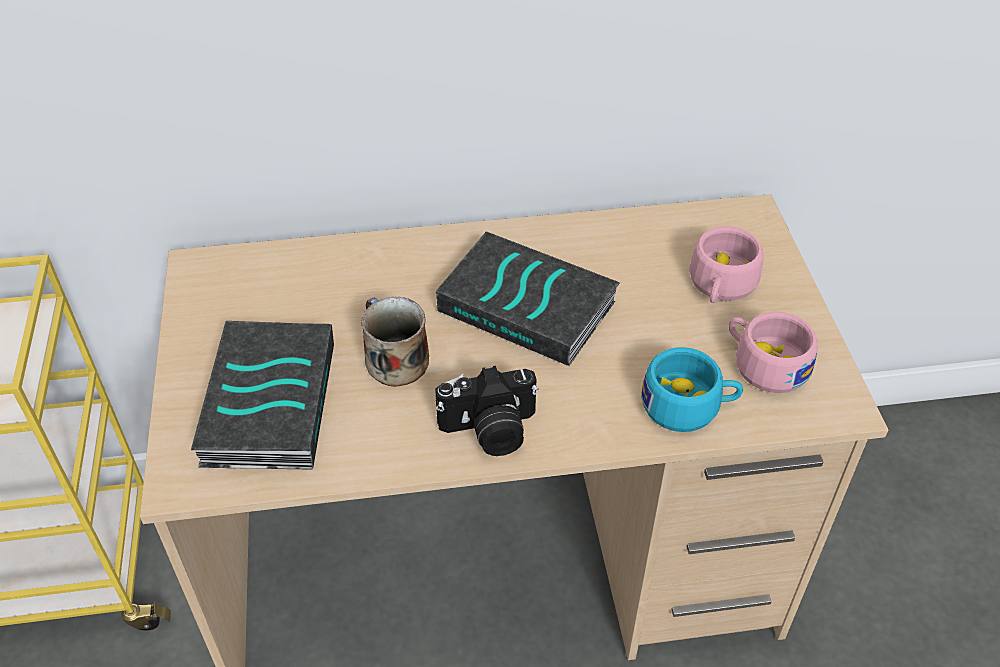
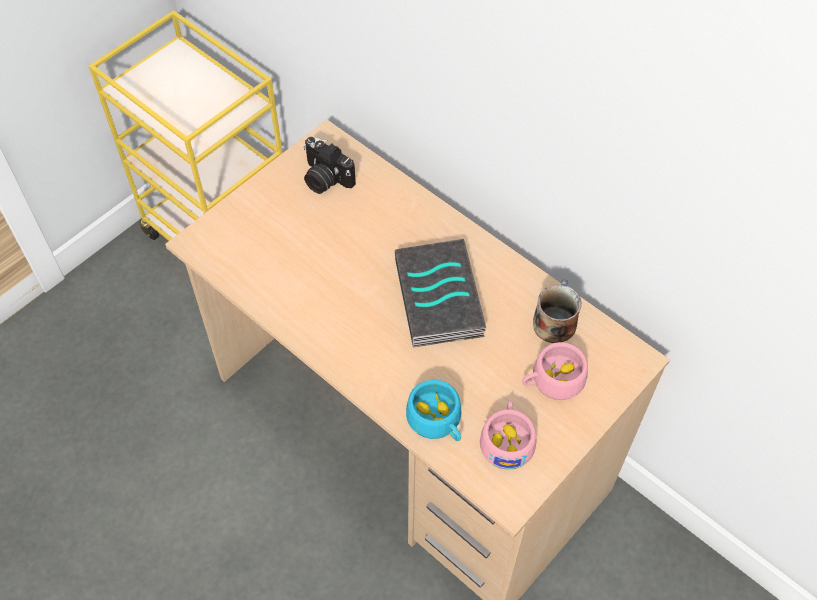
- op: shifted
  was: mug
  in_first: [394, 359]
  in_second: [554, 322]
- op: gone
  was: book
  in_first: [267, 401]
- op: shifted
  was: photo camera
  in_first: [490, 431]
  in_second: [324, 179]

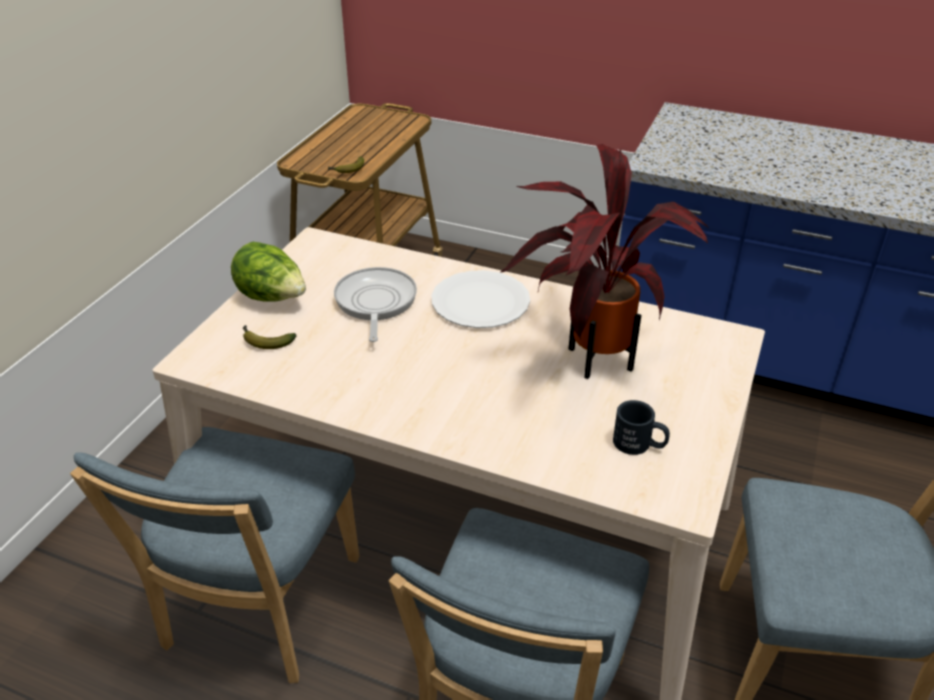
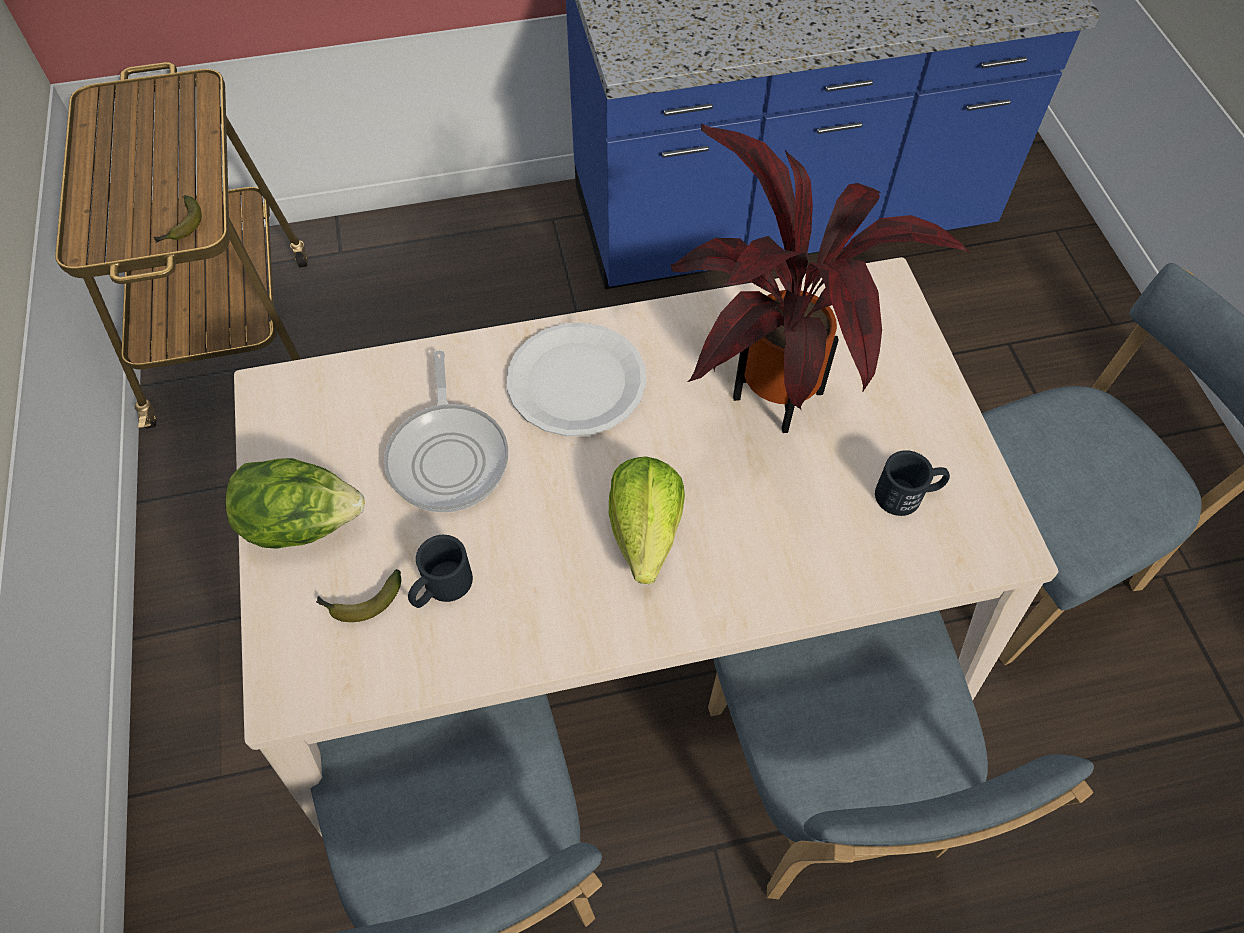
- op: rotated
  was: frying pan
  in_first: [375, 303]
  in_second: [449, 455]
  clockwise: -150
- op: new
  now: lettuce
  in_second: [645, 532]
- op: new
  now: black mug
  in_second: [440, 588]

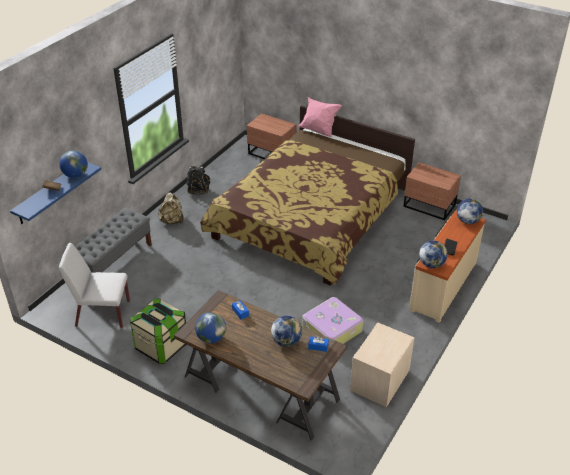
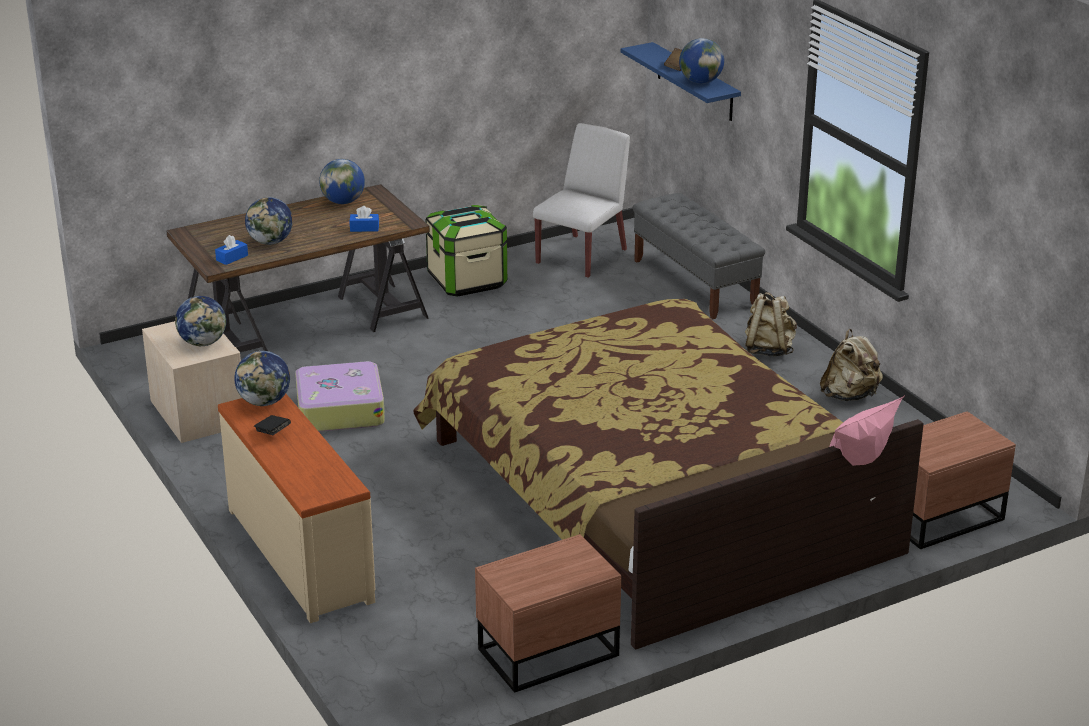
- op: repainted
  was: black backpack
  now: beige backpack
  in_first: [198, 190]
  in_second: [849, 396]
- op: shifted
  was: globe
  in_first: [467, 221]
  in_second: [203, 343]

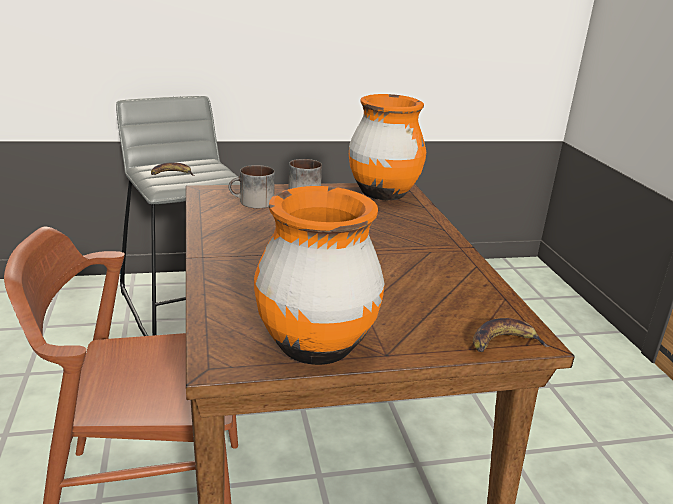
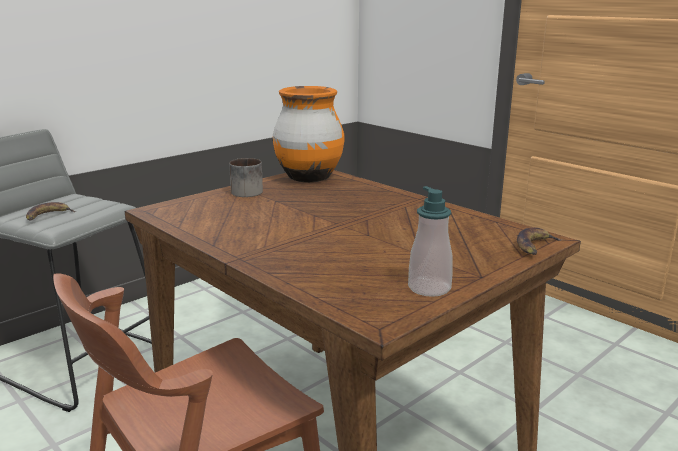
- op: gone
  was: mug
  in_first: [252, 203]
- op: swapped
  was: orange vase
  now: soap dispenser
  in_first: [315, 346]
  in_second: [429, 288]

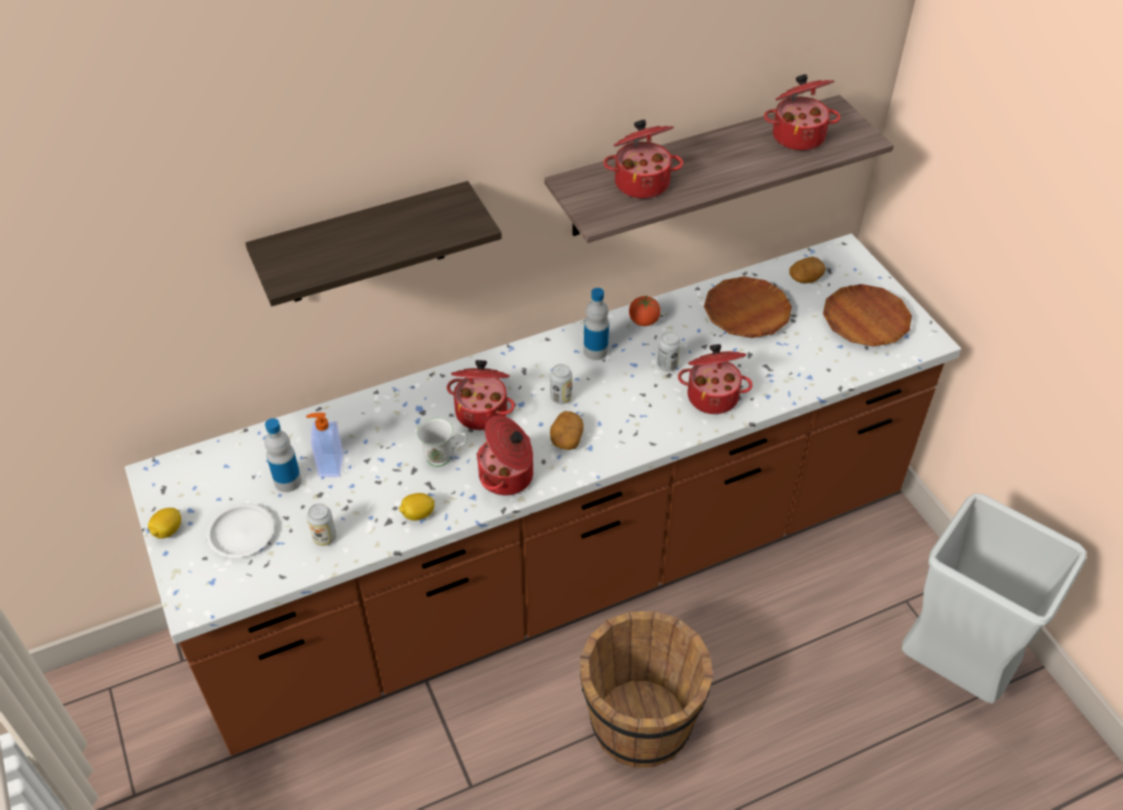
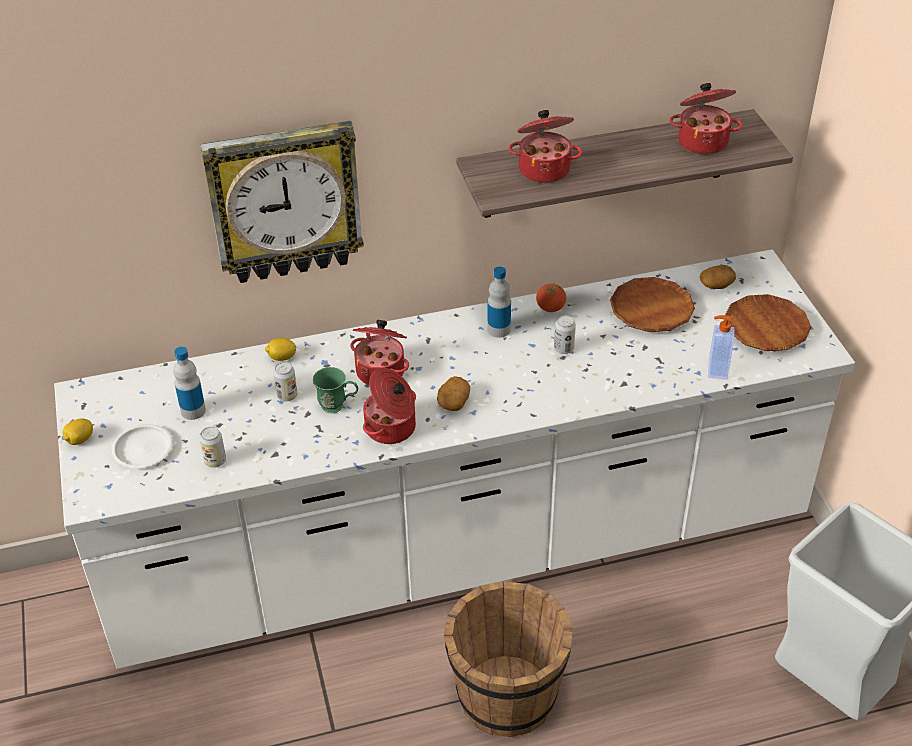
- op: swapped
  was: shelf
  now: wall clock
  in_first: [365, 245]
  in_second: [284, 202]
- op: repainted
  was: brown counter
  now: white counter
  in_first: [561, 570]
  in_second: [459, 549]
- op: gone
  was: cooking pot
  in_first: [713, 395]
- op: shifted
  was: can
  in_first: [561, 398]
  in_second: [287, 396]
- op: shifted
  was: soap dispenser
  in_first: [330, 465]
  in_second: [716, 370]
- op: repainted
  was: white mug
  now: green mug
  in_first: [445, 458]
  in_second: [338, 407]
- op: shifted
  was: lemon
  in_first: [418, 514]
  in_second: [282, 357]

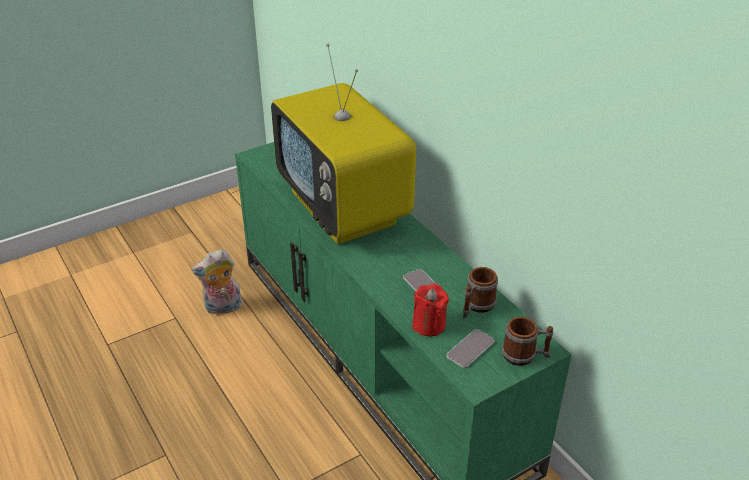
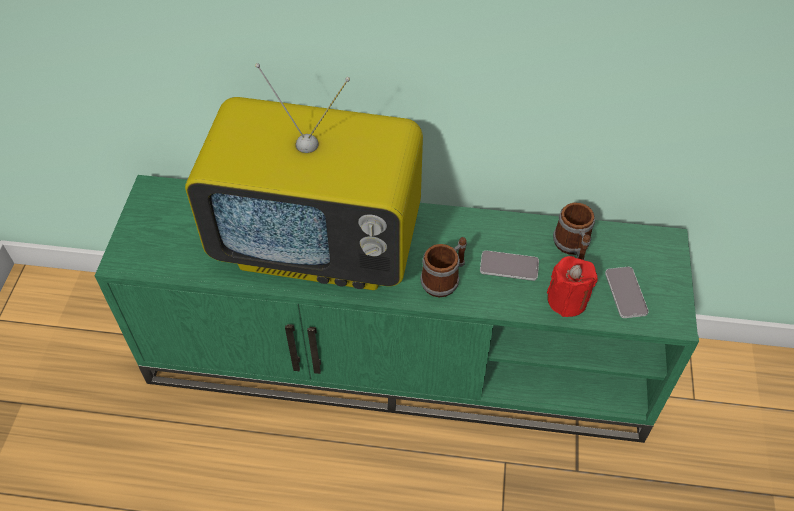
- op: gone
  was: plush toy
  in_first: [222, 308]
- op: shifted
  was: mug
  in_first: [525, 355]
  in_second: [444, 279]

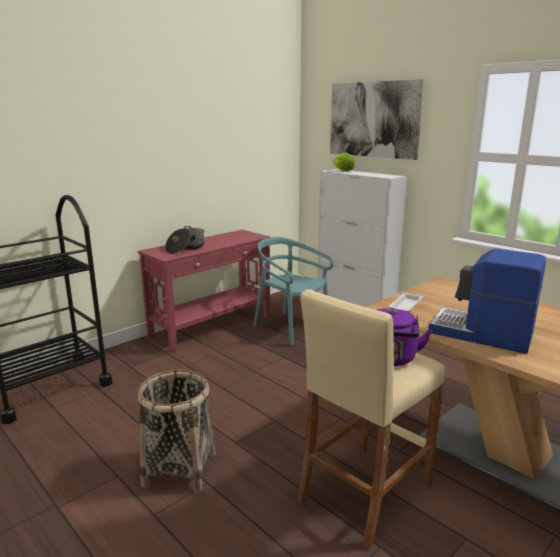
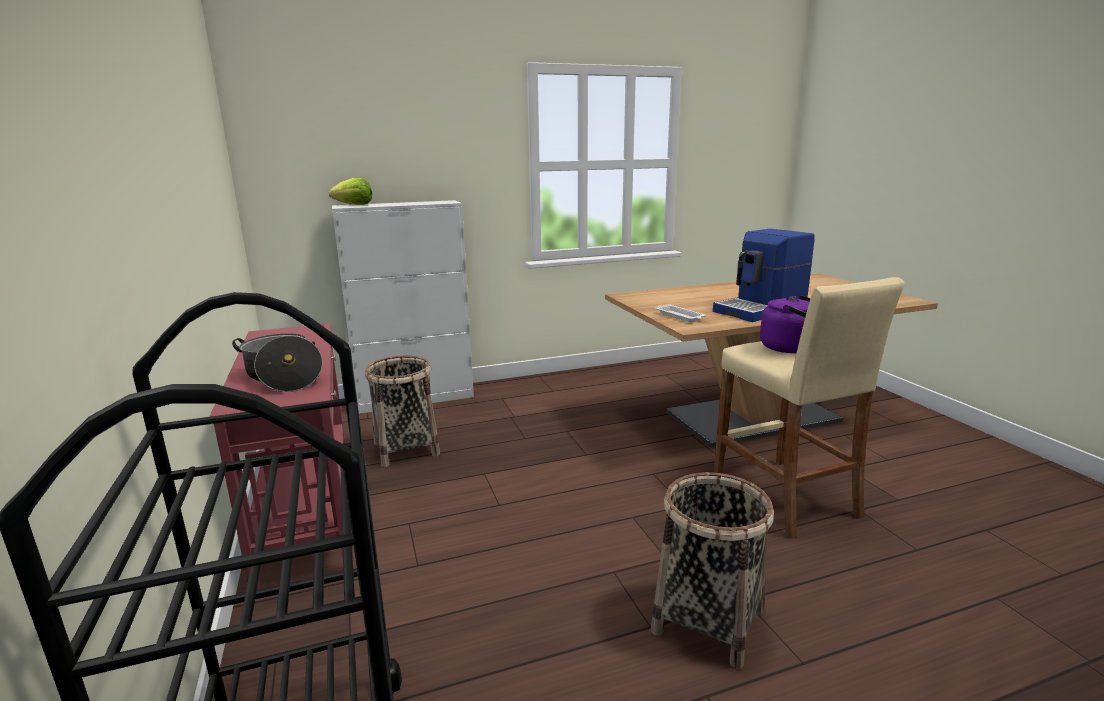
- op: gone
  was: picture
  in_first: [373, 119]
- op: swapped
  was: turquoise chair
  now: basket
  in_first: [291, 328]
  in_second: [406, 448]

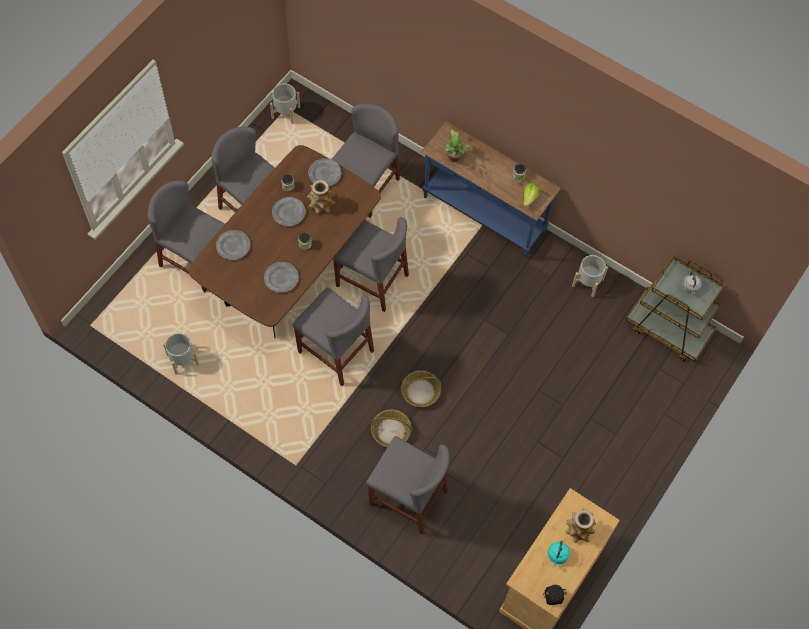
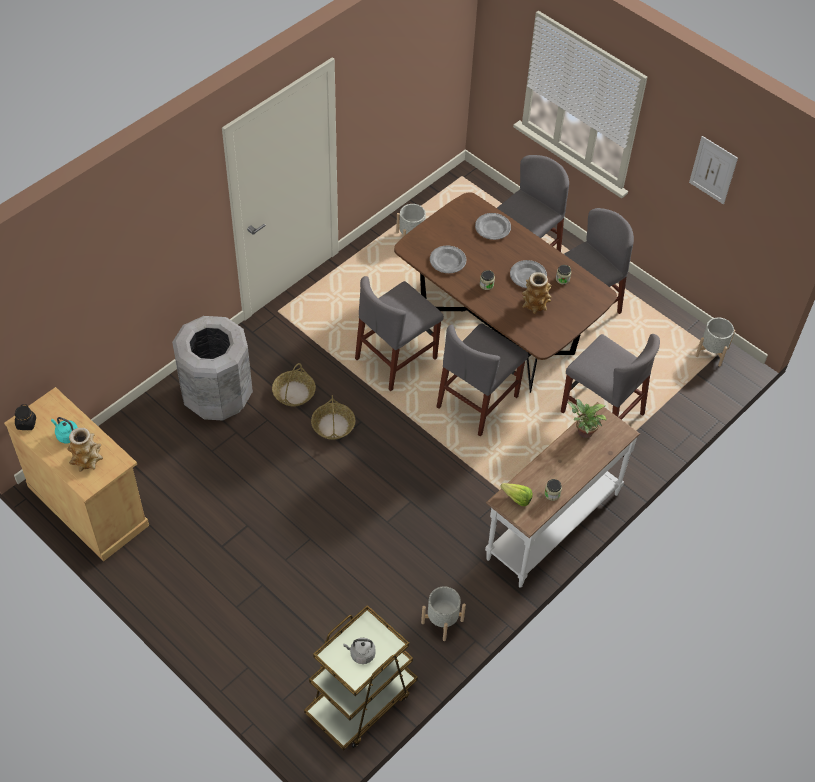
- op: repainted
  was: blue console table
  now: white console table
  in_first: [483, 216]
  in_second: [552, 525]
- op: gone
  was: grey plate
  in_first: [325, 174]
- op: swapped
  was: grey chair
  now: grey trash can
  in_first: [408, 497]
  in_second: [217, 396]
- op: new
  now: picture
  in_second: [713, 170]

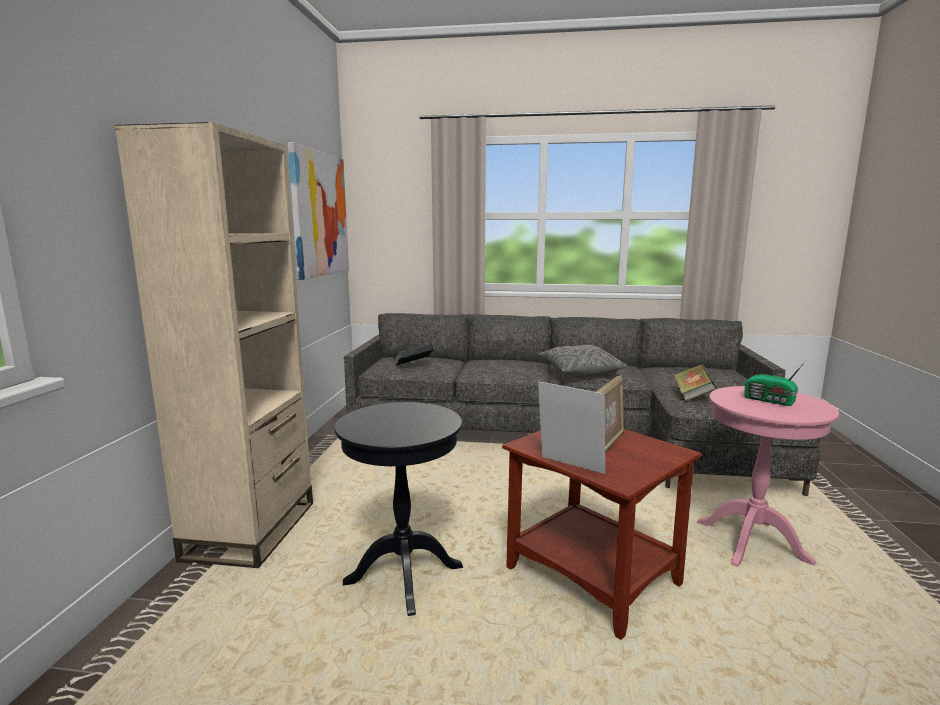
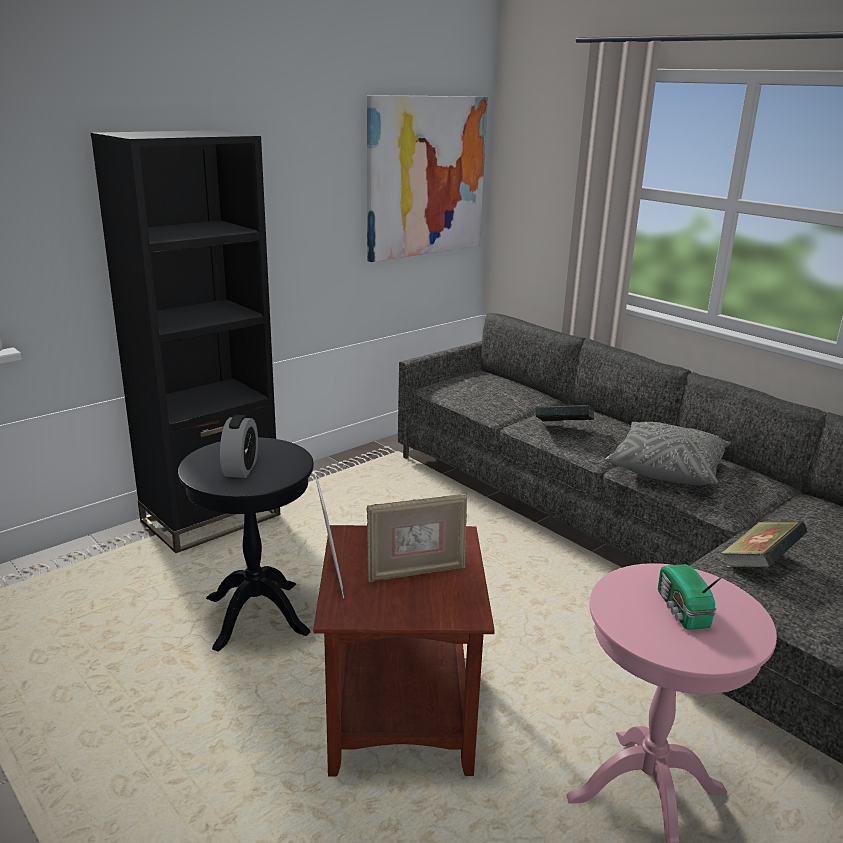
- op: repainted
  was: beige bookcase
  now: black bookcase
  in_first: [251, 530]
  in_second: [211, 518]
- op: shifted
  was: book
  in_first: [413, 366]
  in_second: [563, 429]
- op: new
  now: alarm clock
  in_second: [241, 468]

